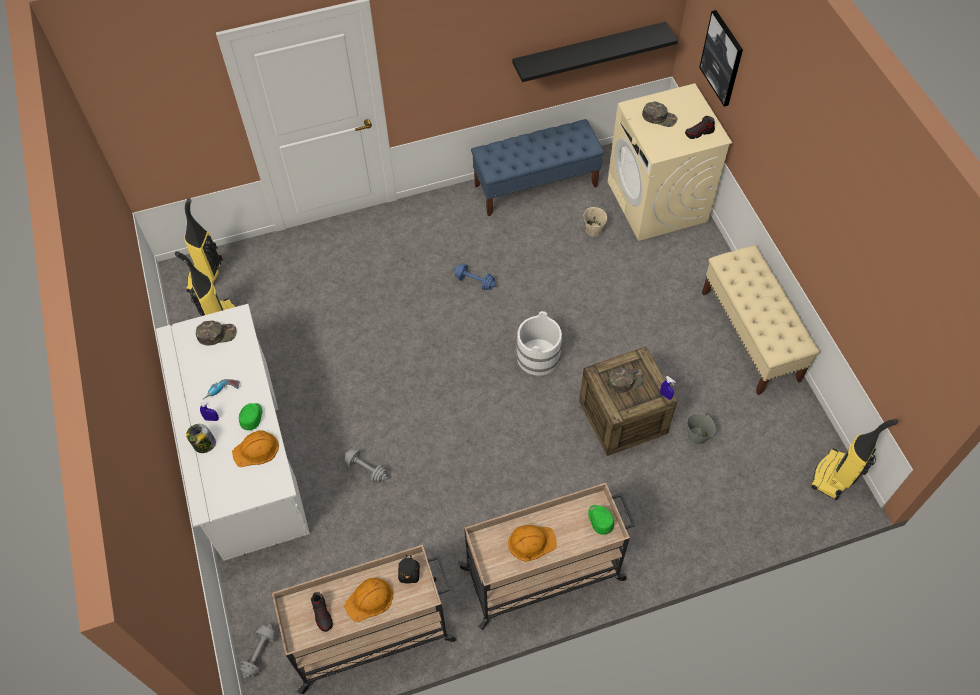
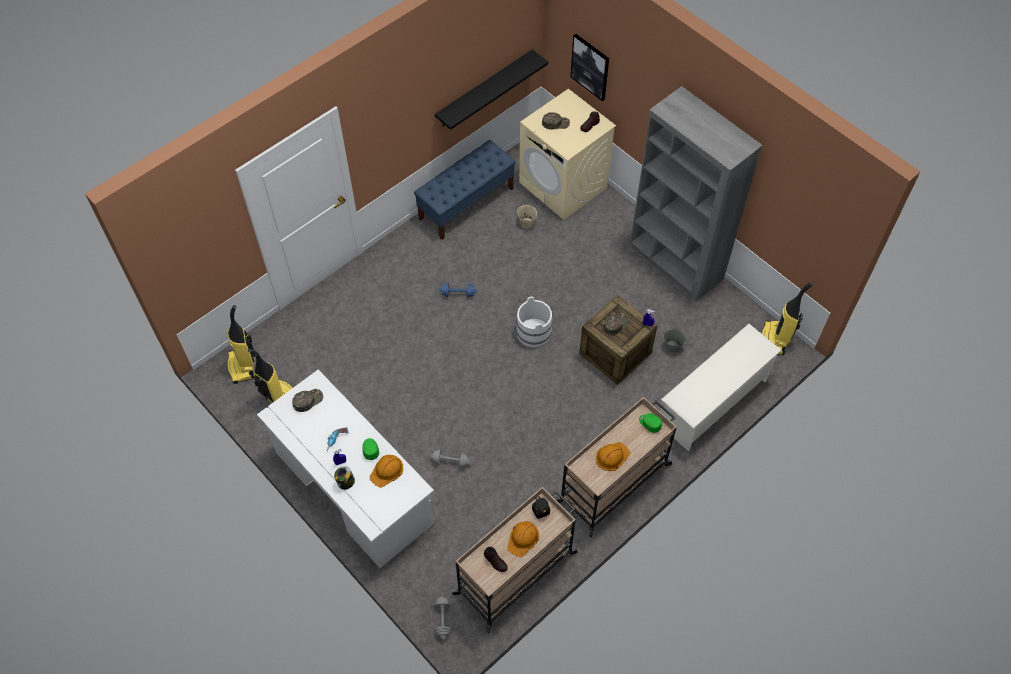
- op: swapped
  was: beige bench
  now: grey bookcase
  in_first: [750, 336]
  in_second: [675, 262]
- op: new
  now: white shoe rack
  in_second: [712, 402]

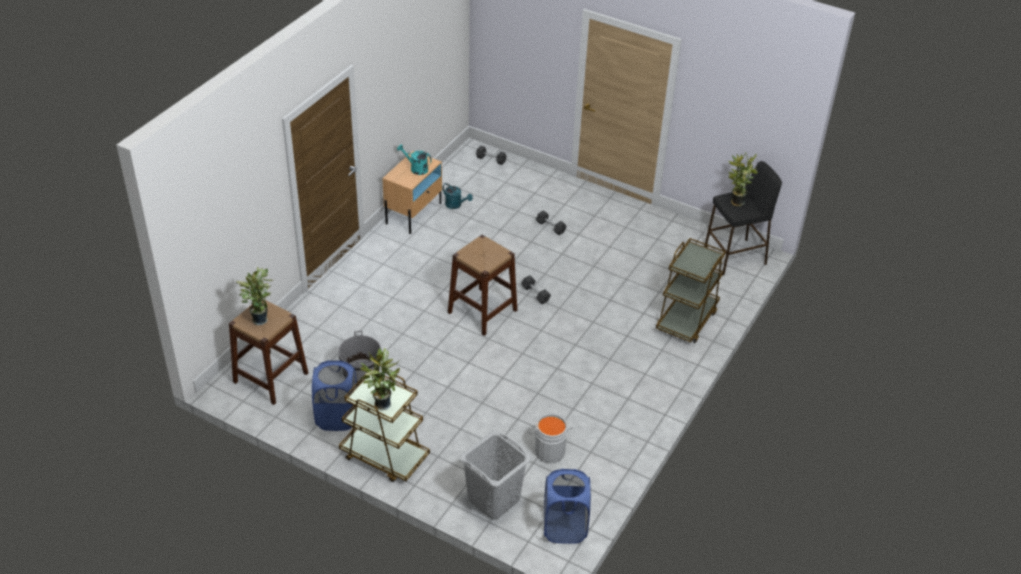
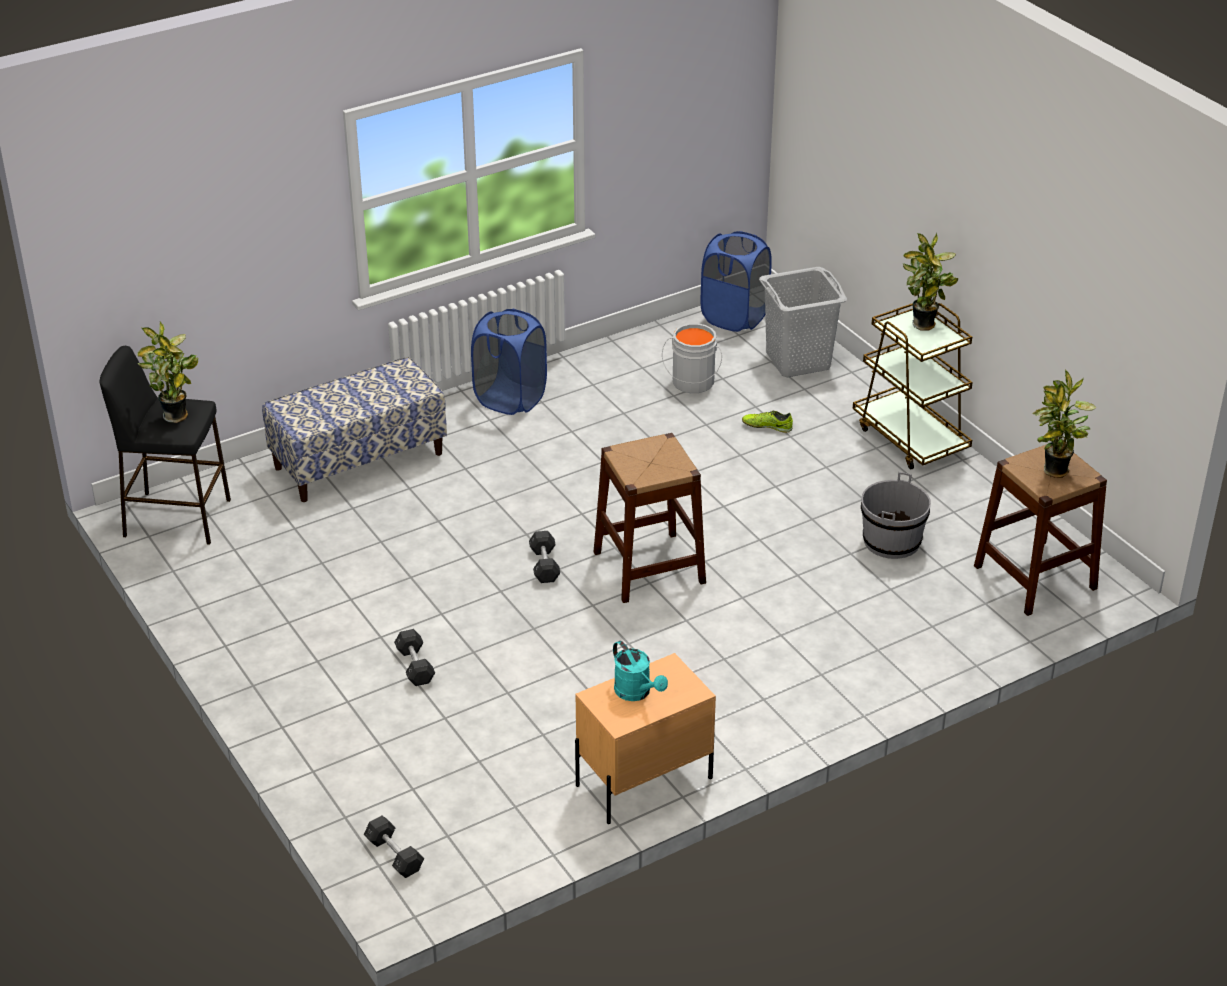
- op: gone
  was: turquoise watering can
  in_first: [456, 205]
- op: swapped
  was: brown cart
  now: bench
  in_first: [686, 320]
  in_second: [359, 460]
- op: shifted
  was: blue laundry basket
  in_first: [337, 417]
  in_second: [510, 399]
- op: new
  now: shoe
  in_second: [767, 426]

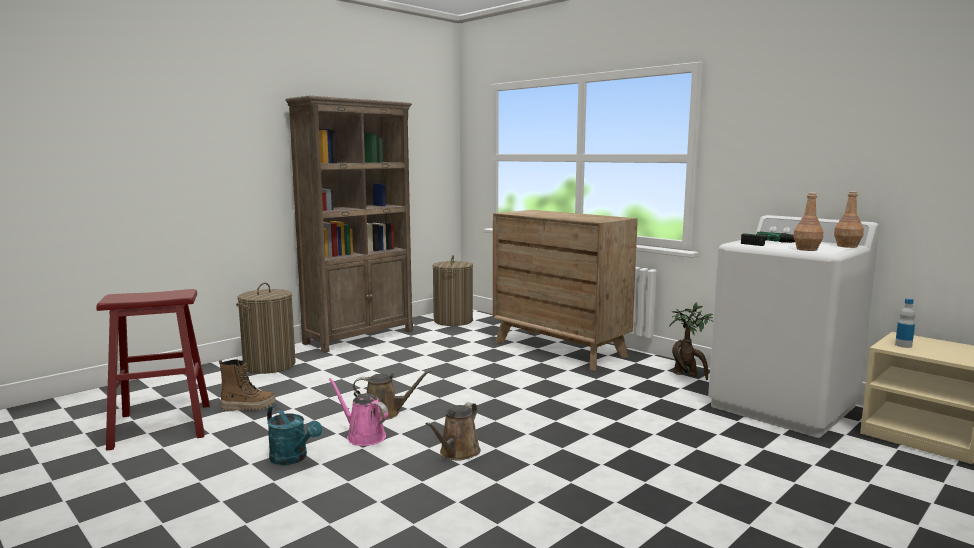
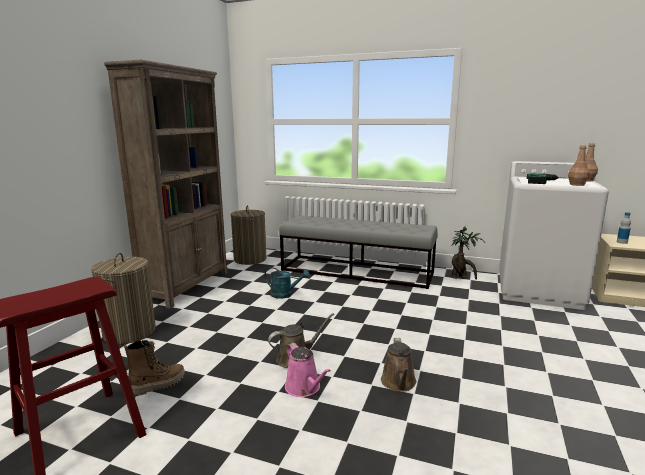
- op: swapped
  was: brown dresser
  now: grey bench
  in_first: [559, 349]
  in_second: [357, 271]
- op: rotated
  was: pink watering can
  in_first: [363, 436]
  in_second: [304, 388]
  clockwise: -135
- op: shifted
  was: turquoise watering can
  in_first: [293, 458]
  in_second: [285, 294]

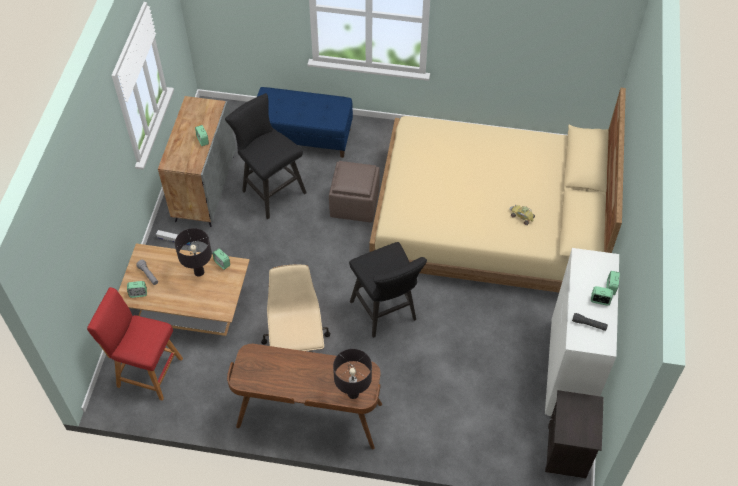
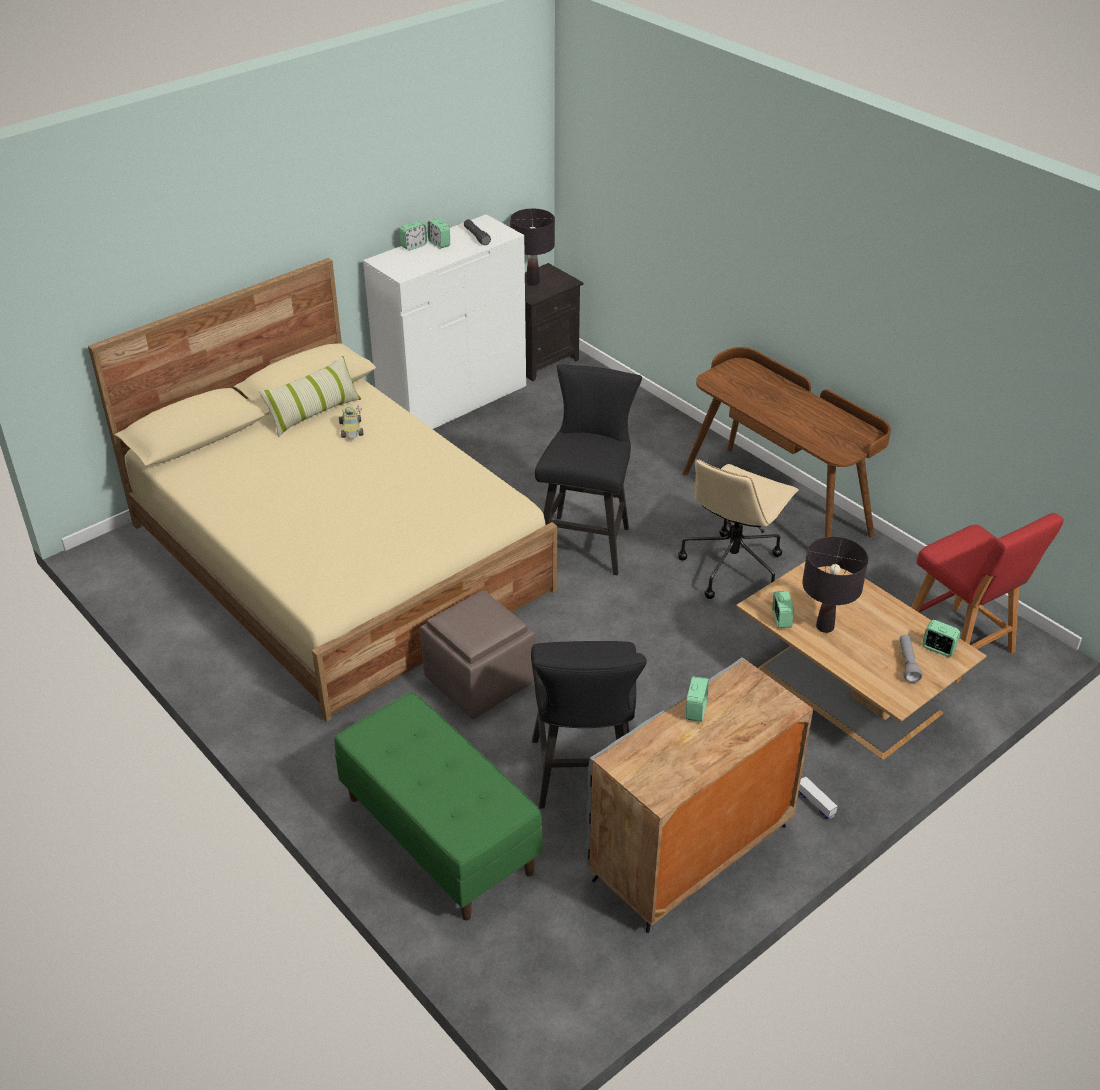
- op: repainted
  was: blue bench
  now: green bench
  in_first: [304, 137]
  in_second: [438, 835]
- op: shifted
  was: black table lamp
  in_first: [353, 394]
  in_second: [532, 282]
- op: new
  now: pillow
  in_second: [314, 413]

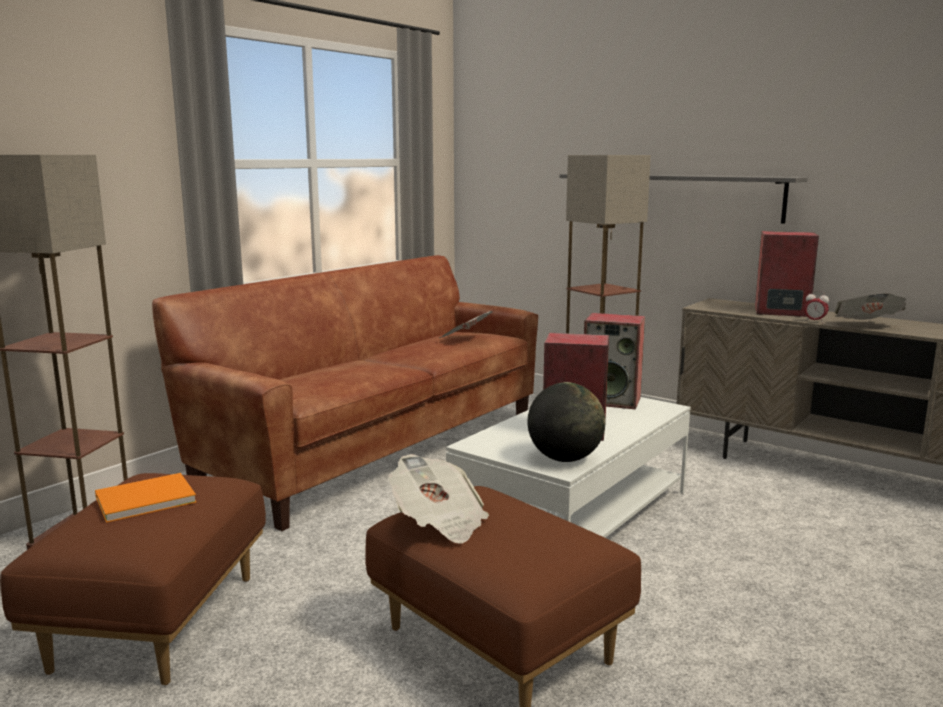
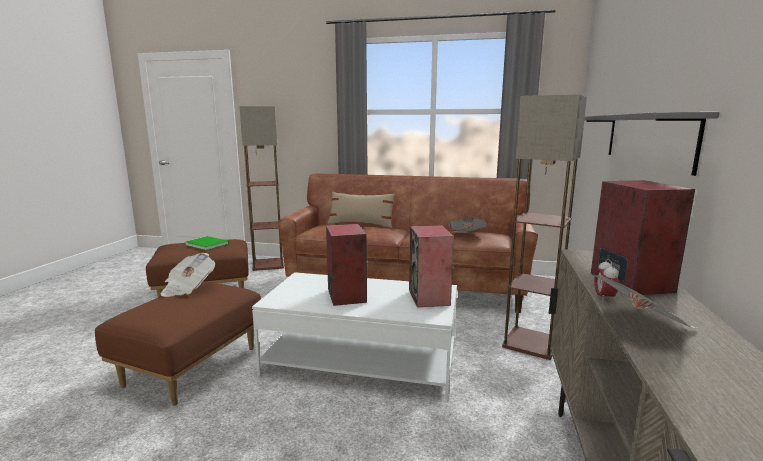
- op: gone
  was: globe
  in_first: [565, 459]
- op: repainted
  was: orange book
  now: green book
  in_first: [142, 499]
  in_second: [207, 244]
- op: new
  now: beige pillow
  in_second: [361, 224]

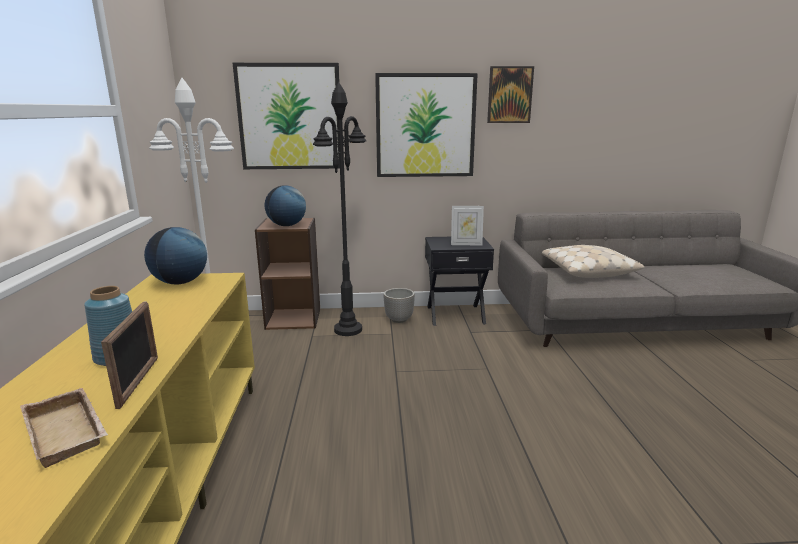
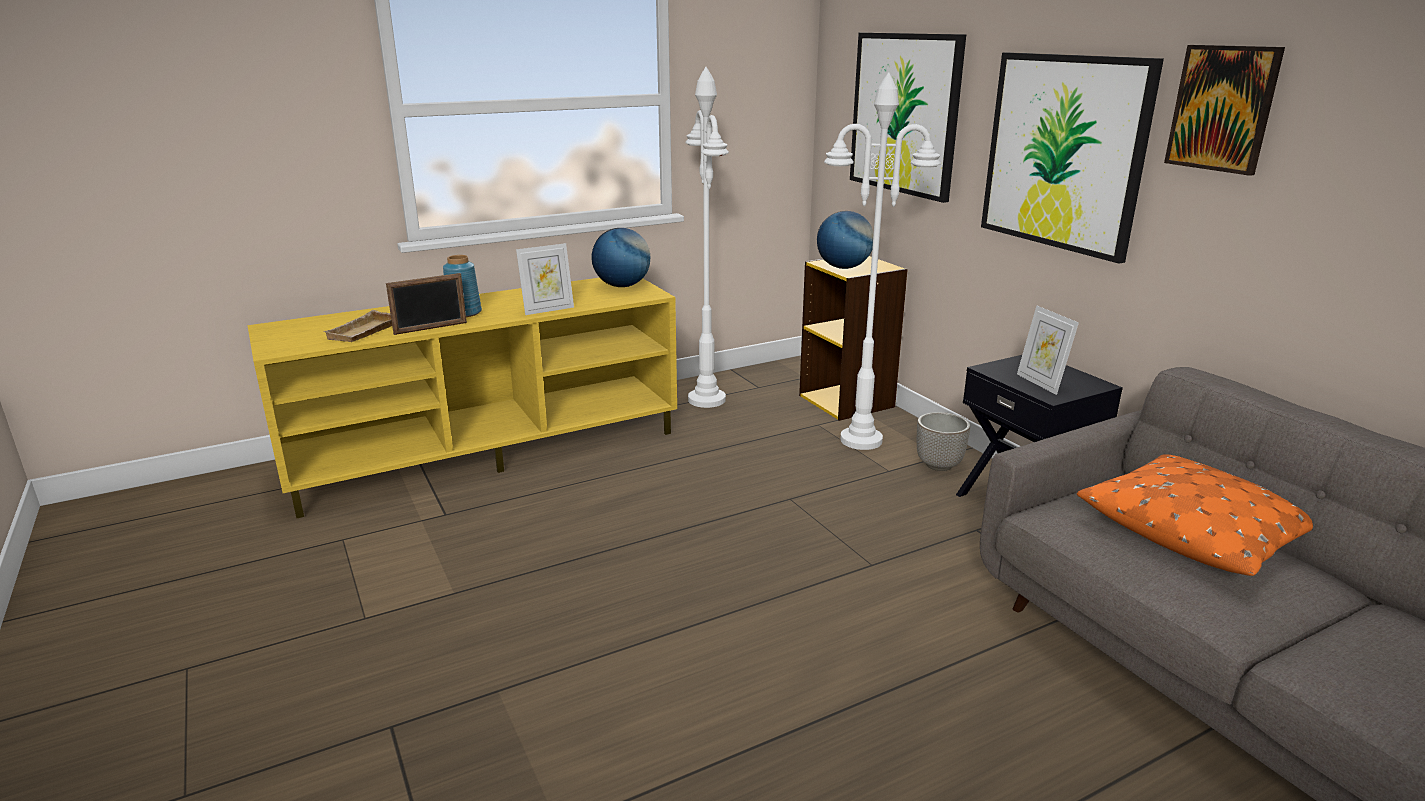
- op: repainted
  was: black floor lamp
  now: white floor lamp
  in_first: [348, 329]
  in_second: [861, 440]
- op: repainted
  was: brown bookcase
  now: yellow bookcase
  in_first: [294, 318]
  in_second: [847, 401]
- op: repainted
  was: beige pillow
  now: orange pillow
  in_first: [585, 270]
  in_second: [1197, 530]
- op: new
  now: picture frame
  in_second: [548, 309]

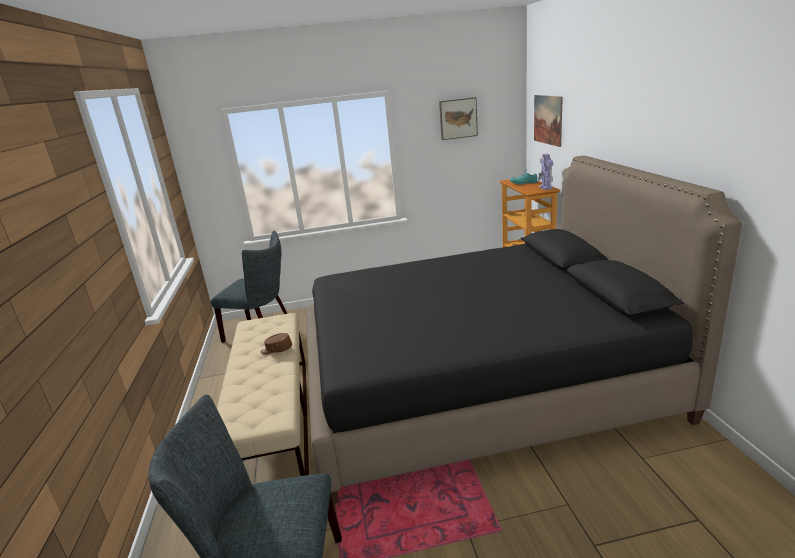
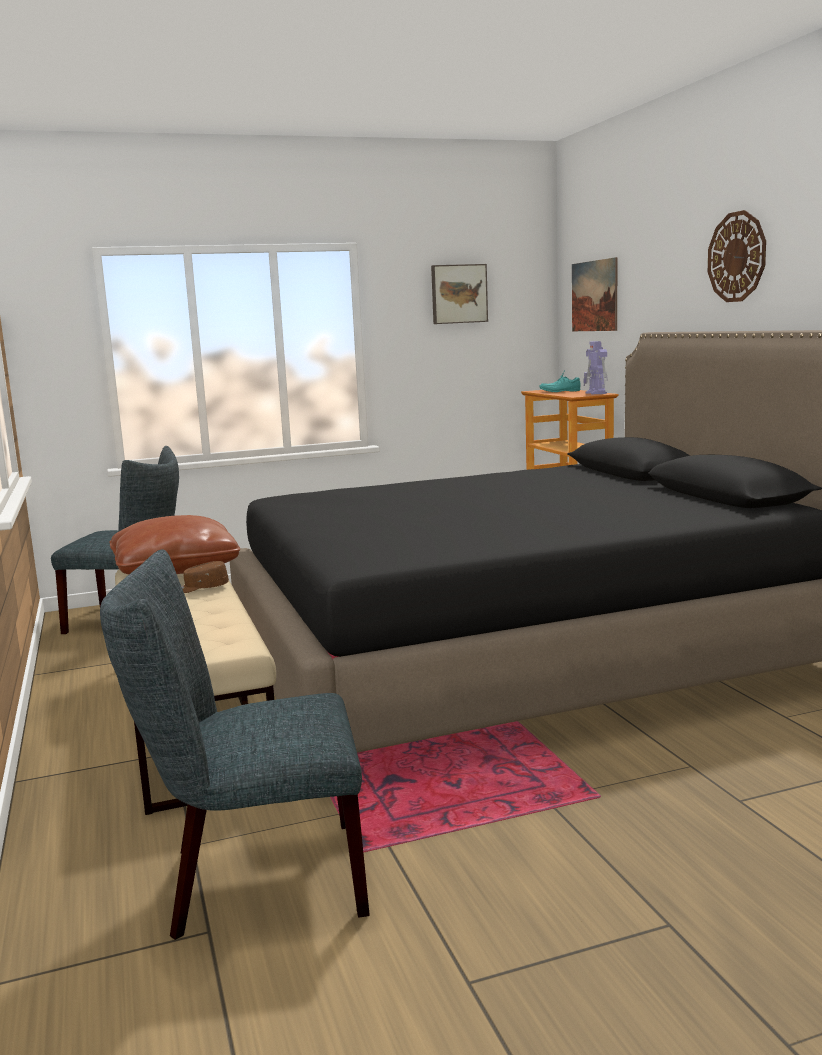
- op: new
  now: wall clock
  in_second: [737, 257]
- op: new
  now: brown pillow
  in_second: [175, 570]

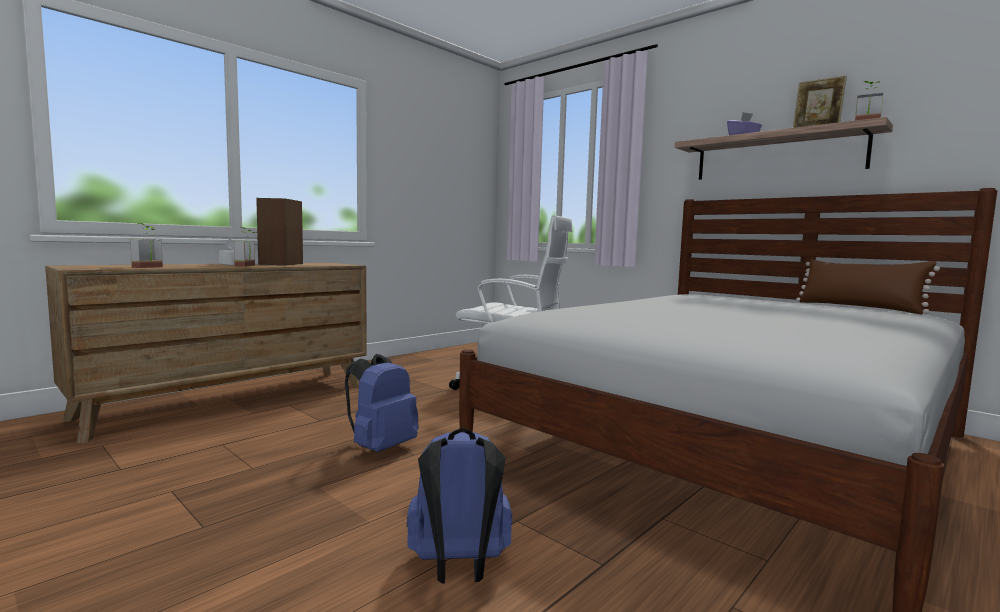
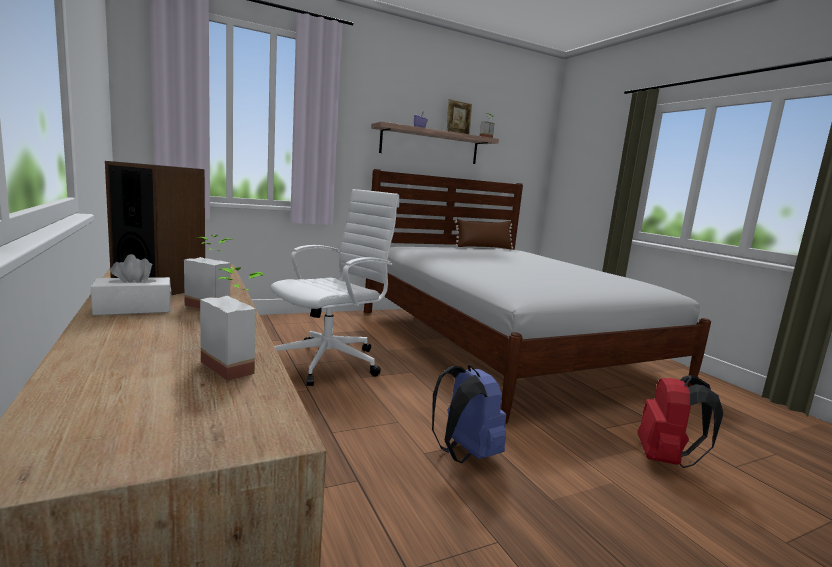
- op: repainted
  was: blue backpack
  now: red backpack
  in_first: [458, 568]
  in_second: [666, 459]

